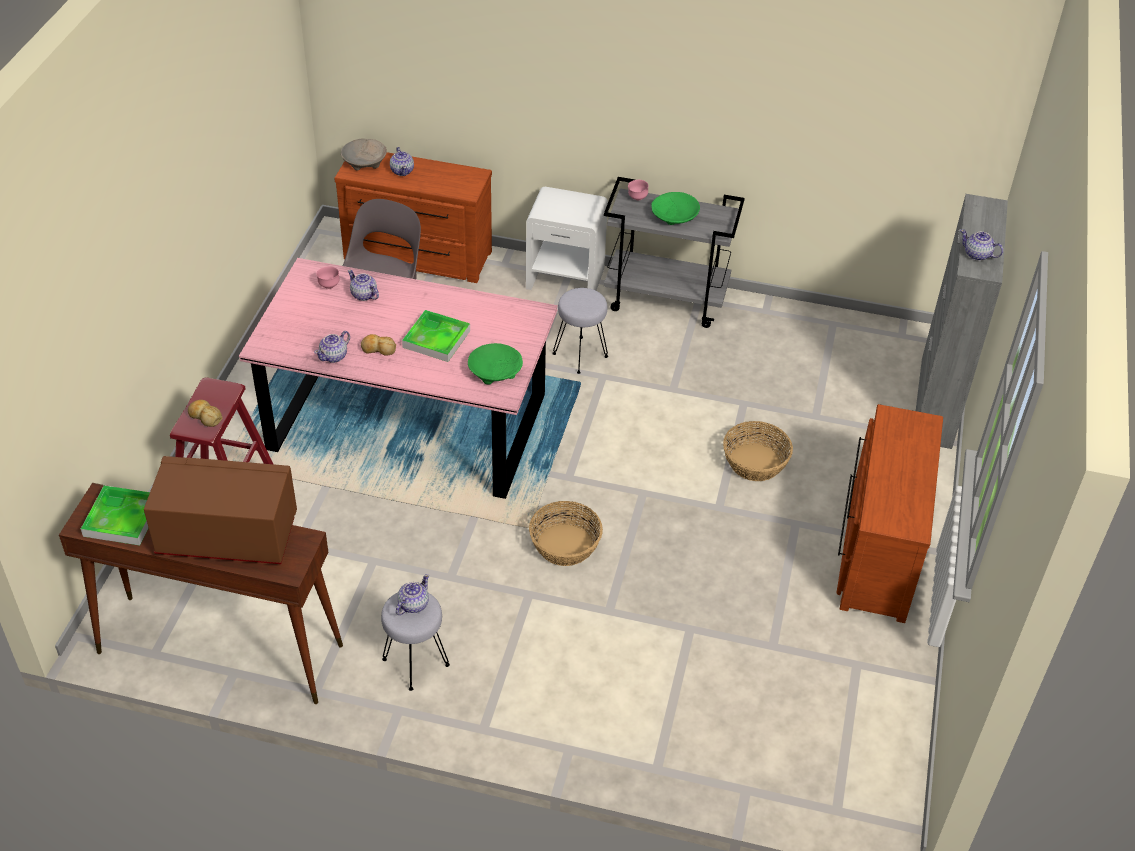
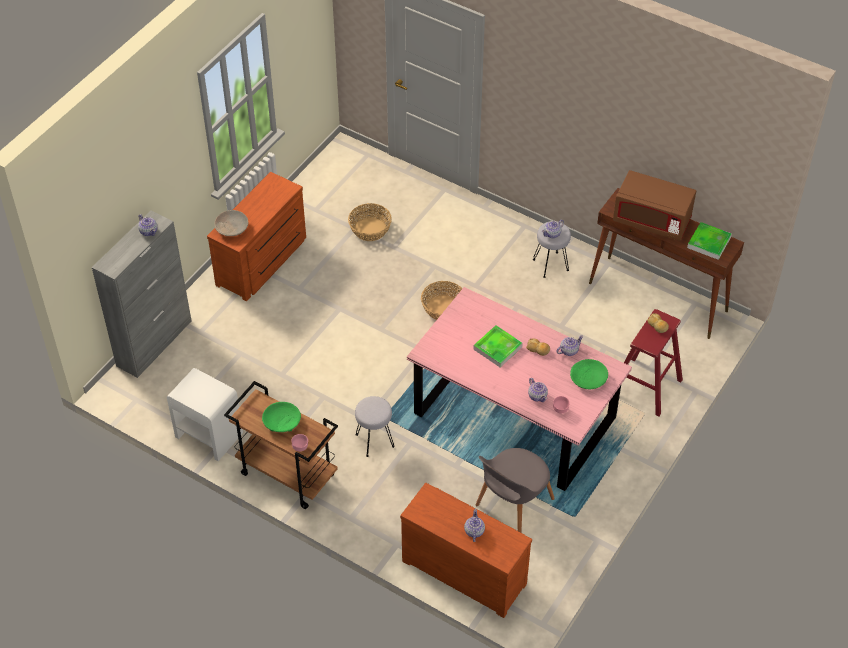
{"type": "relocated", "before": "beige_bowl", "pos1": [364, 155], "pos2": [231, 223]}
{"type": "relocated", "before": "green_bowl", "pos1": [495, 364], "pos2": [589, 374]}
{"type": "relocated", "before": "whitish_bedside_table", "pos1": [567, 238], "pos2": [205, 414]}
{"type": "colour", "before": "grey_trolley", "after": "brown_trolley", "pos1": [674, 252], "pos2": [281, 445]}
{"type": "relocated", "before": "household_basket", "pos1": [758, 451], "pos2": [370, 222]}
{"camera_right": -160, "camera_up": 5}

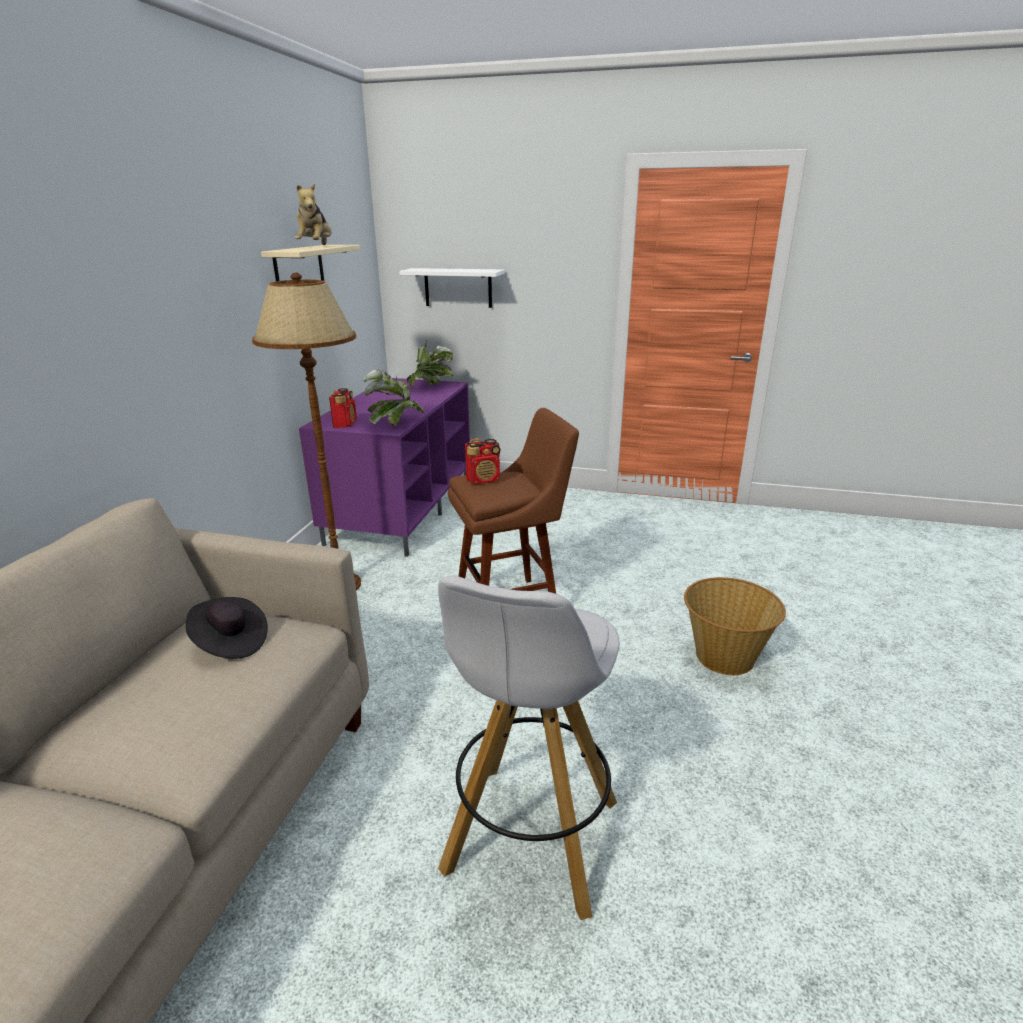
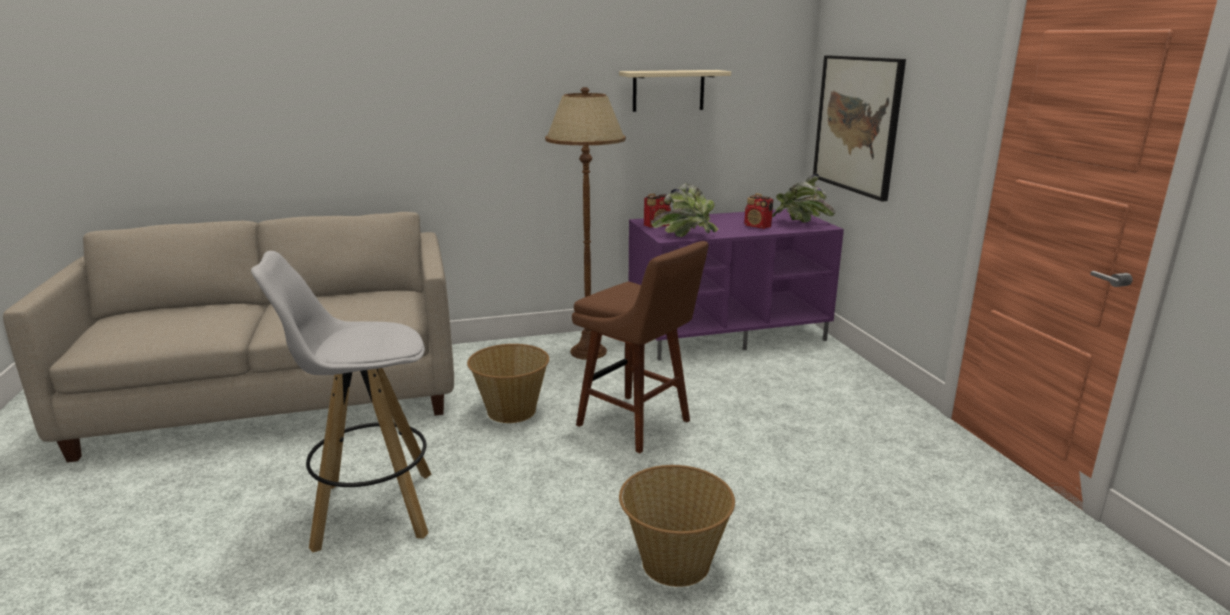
{"type": "missing", "before": "black-coloured_hat", "pos1": [227, 628]}
{"type": "missing", "before": "cuddly_toy", "pos1": [313, 214]}
{"type": "exchanged", "before": "whitish_wall_shelf", "after": "wall_art", "pos1": [452, 288], "pos2": [859, 128]}
{"type": "relocated", "before": "radio_set", "pos1": [483, 461], "pos2": [758, 211]}
{"type": "appeared", "after": "household_basket", "pos2": [508, 383]}
{"camera_right": 60, "camera_up": -5}

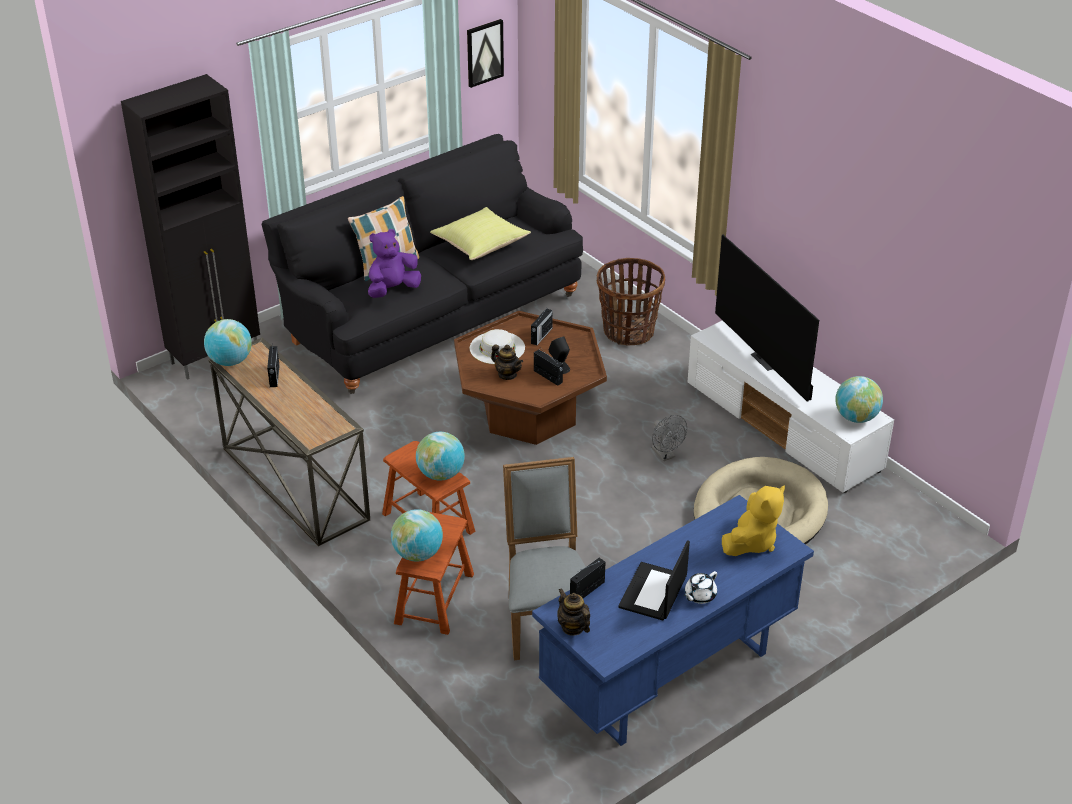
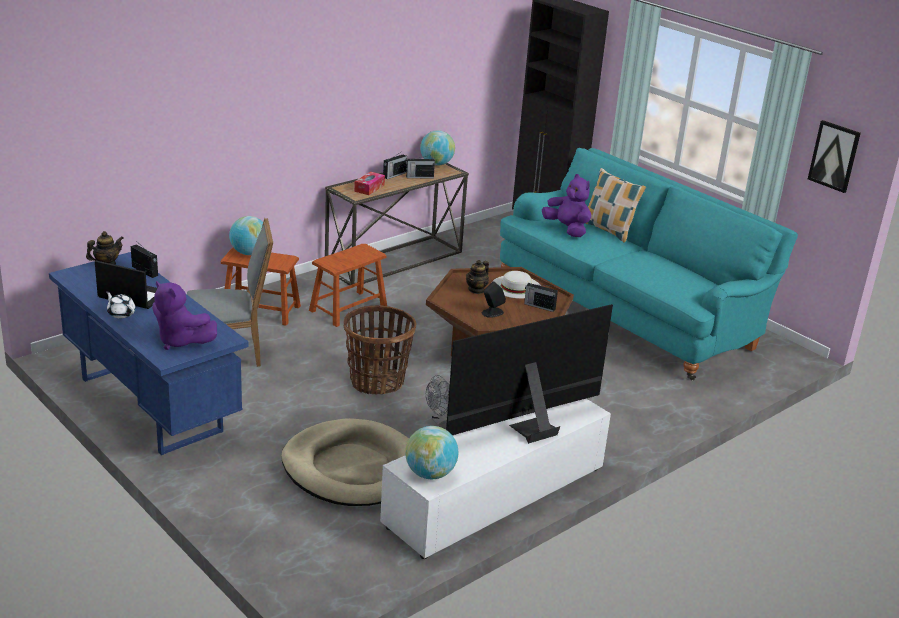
{"type": "colour", "before": "black-coloured_sofa", "after": "turquoise-coloured_sofa", "pos1": [422, 264], "pos2": [649, 264]}
{"type": "missing", "before": "desk_globe", "pos1": [440, 456]}
{"type": "missing", "before": "yellowish_cushion", "pos1": [480, 233]}
{"type": "relocated", "before": "radio_set", "pos1": [548, 367], "pos2": [395, 165]}
{"type": "relocated", "before": "household_basket", "pos1": [631, 302], "pos2": [380, 349]}
{"type": "colour", "before": "yellowish_cuddly_toy", "after": "purplish_cuddly_toy", "pos1": [753, 521], "pos2": [184, 315]}
{"type": "appeared", "after": "tissue_box", "pos2": [369, 183]}
{"camera_right": 85, "camera_up": -10}

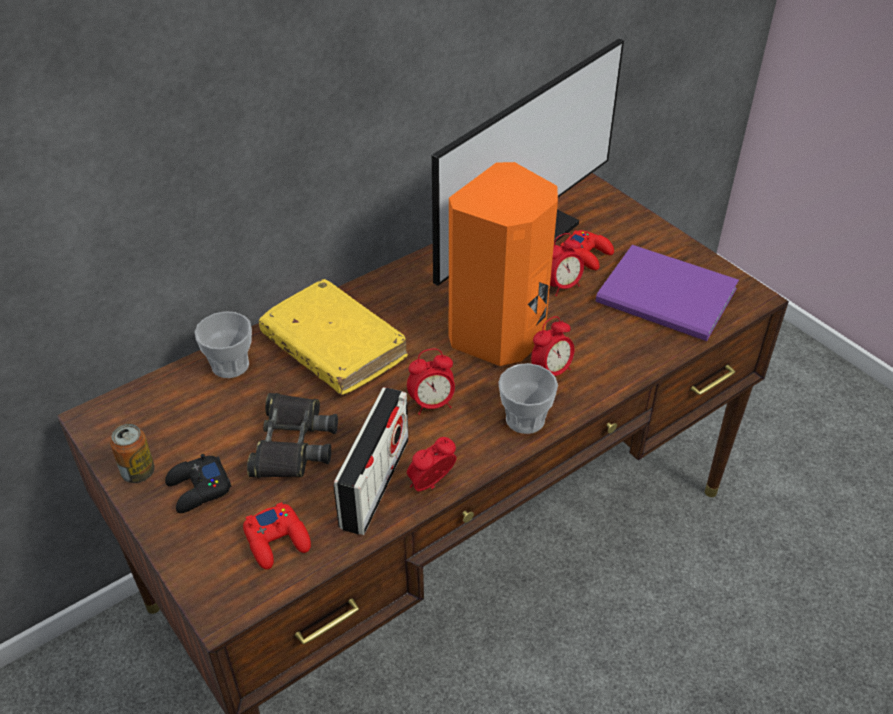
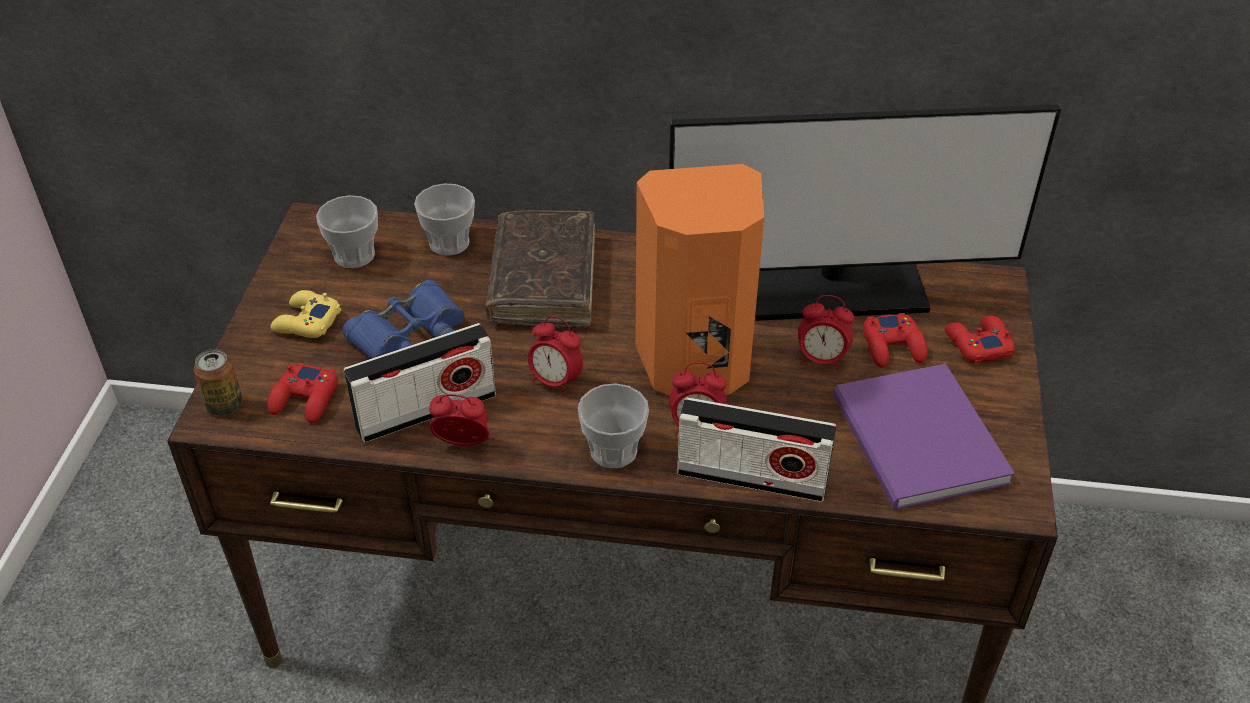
{"type": "relocated", "before": "metal_can", "pos1": [132, 453], "pos2": [218, 382]}
{"type": "colour", "before": "black-coloured_joypad", "after": "yellowish_joypad", "pos1": [198, 483], "pos2": [305, 314]}
{"type": "colour", "before": "black-coloured_binoculars", "after": "blue-coloured_binoculars", "pos1": [292, 435], "pos2": [403, 319]}
{"type": "colour", "before": "yellowish_volume", "after": "brown_volume", "pos1": [333, 337], "pos2": [540, 269]}
{"type": "appeared", "after": "small_cup", "pos2": [347, 231]}
{"type": "appeared", "after": "radio_set", "pos2": [756, 449]}
{"type": "appeared", "after": "red_joypad", "pos2": [980, 339]}
{"camera_right": 45, "camera_up": 0}

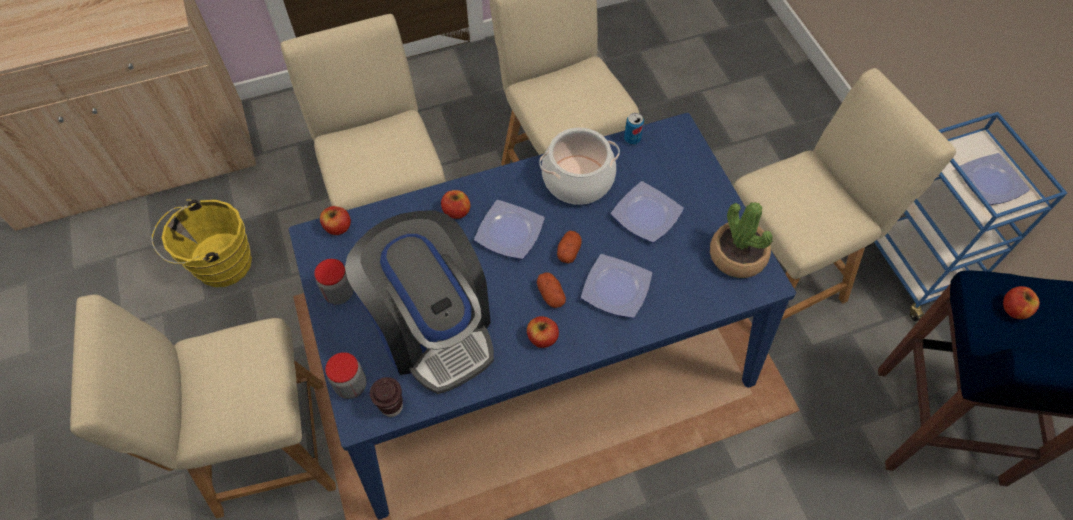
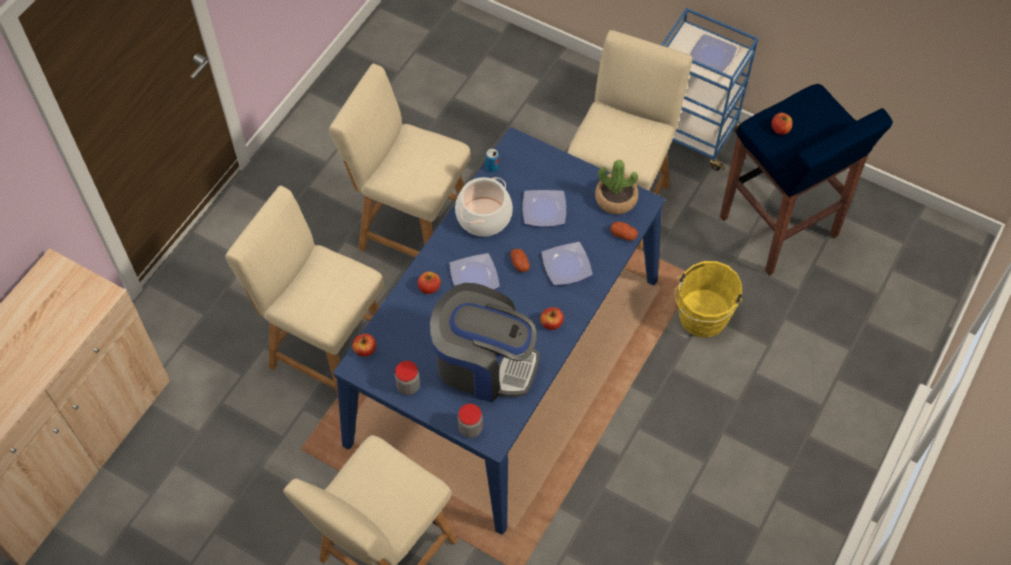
{"type": "relocated", "before": "yellowish_pail", "pos1": [201, 243], "pos2": [708, 299]}
{"type": "missing", "before": "brown_small_cup", "pos1": [386, 397]}
{"type": "relocated", "before": "spud", "pos1": [551, 290], "pos2": [624, 231]}
{"camera_right": -40, "camera_up": 0}

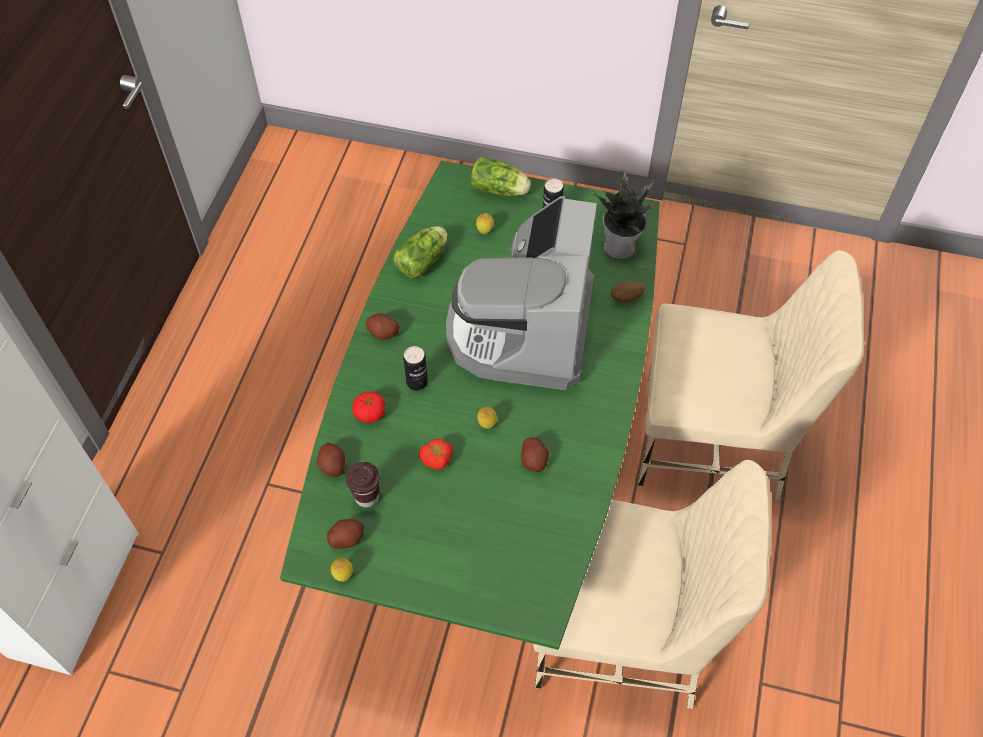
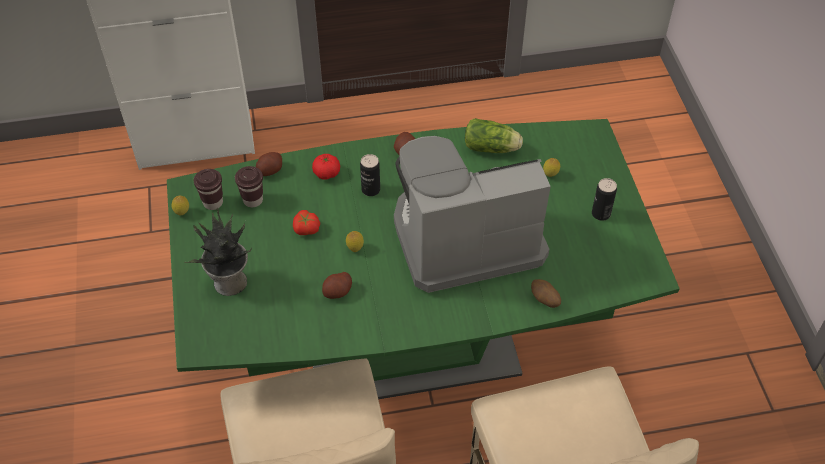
{"type": "exchanged", "before": "spud", "after": "brown_small_cup", "pos1": [345, 534], "pos2": [208, 189]}
{"type": "missing", "before": "lettuce", "pos1": [501, 176]}
{"type": "relocated", "before": "potted_plant", "pos1": [624, 215], "pos2": [218, 252]}
{"camera_right": 65, "camera_up": -5}

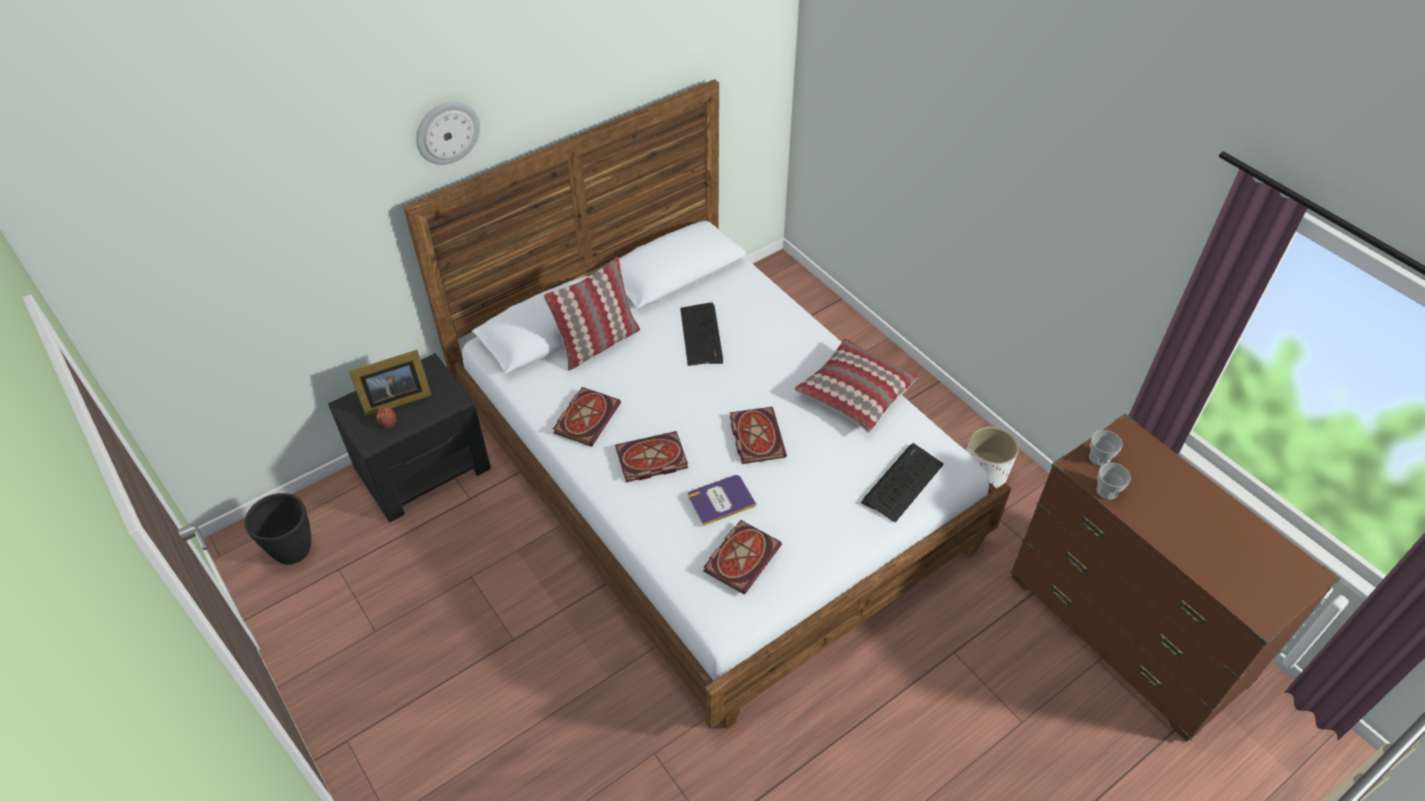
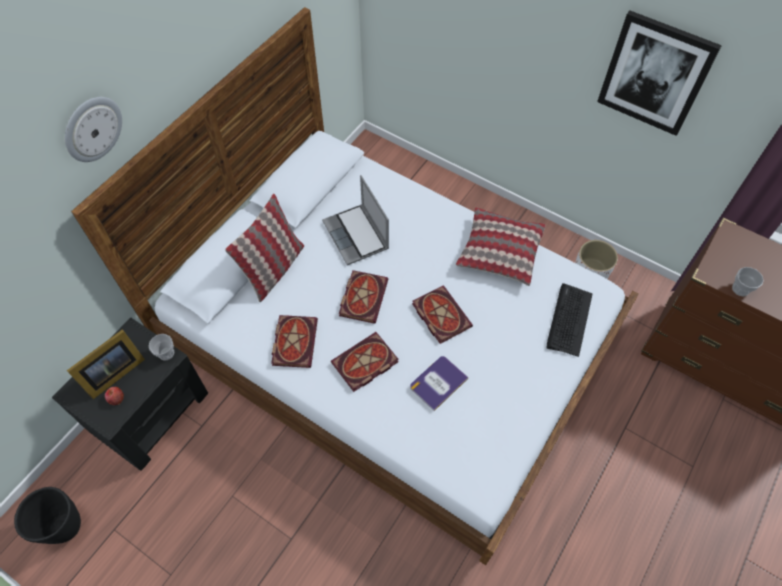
{"type": "exchanged", "before": "computer_keyboard", "after": "notebook_computer", "pos1": [701, 334], "pos2": [355, 220]}
{"type": "relocated", "before": "volume", "pos1": [742, 557], "pos2": [363, 297]}
{"type": "relocated", "before": "small_cup", "pos1": [1106, 448], "pos2": [161, 347]}
{"type": "appeared", "after": "wall_art", "pos2": [659, 73]}
{"camera_right": -20, "camera_up": 10}

